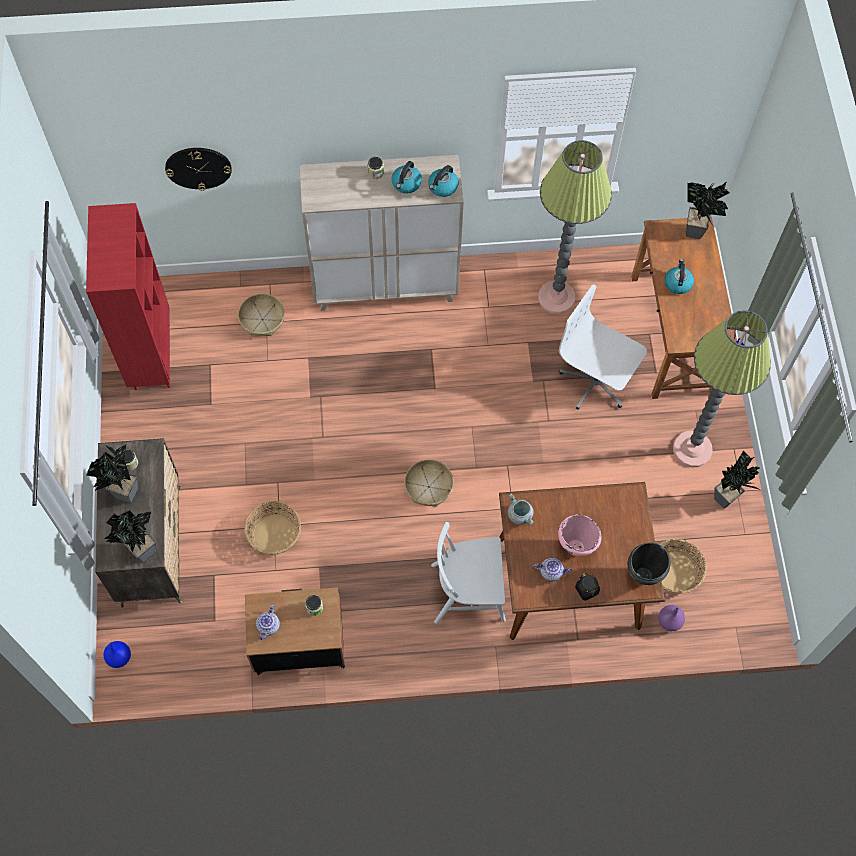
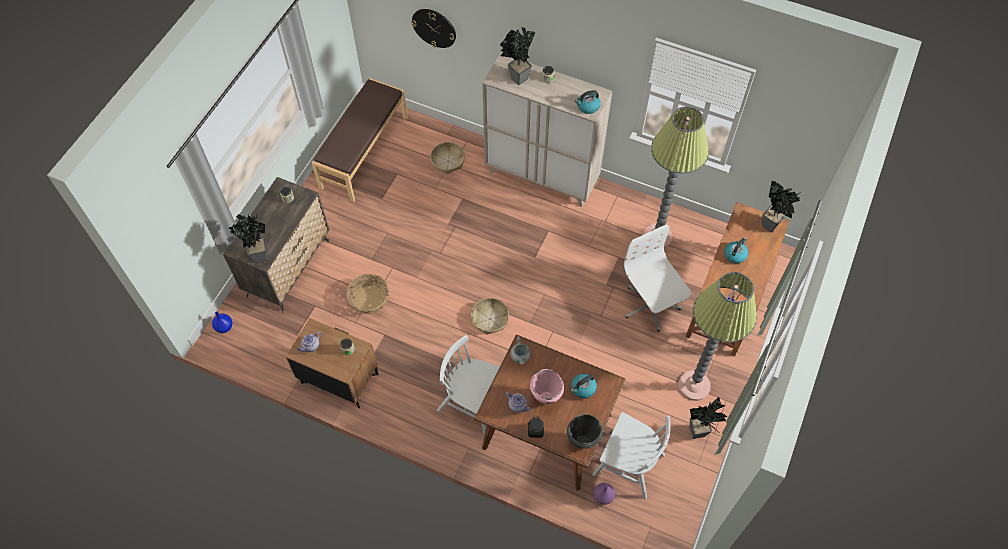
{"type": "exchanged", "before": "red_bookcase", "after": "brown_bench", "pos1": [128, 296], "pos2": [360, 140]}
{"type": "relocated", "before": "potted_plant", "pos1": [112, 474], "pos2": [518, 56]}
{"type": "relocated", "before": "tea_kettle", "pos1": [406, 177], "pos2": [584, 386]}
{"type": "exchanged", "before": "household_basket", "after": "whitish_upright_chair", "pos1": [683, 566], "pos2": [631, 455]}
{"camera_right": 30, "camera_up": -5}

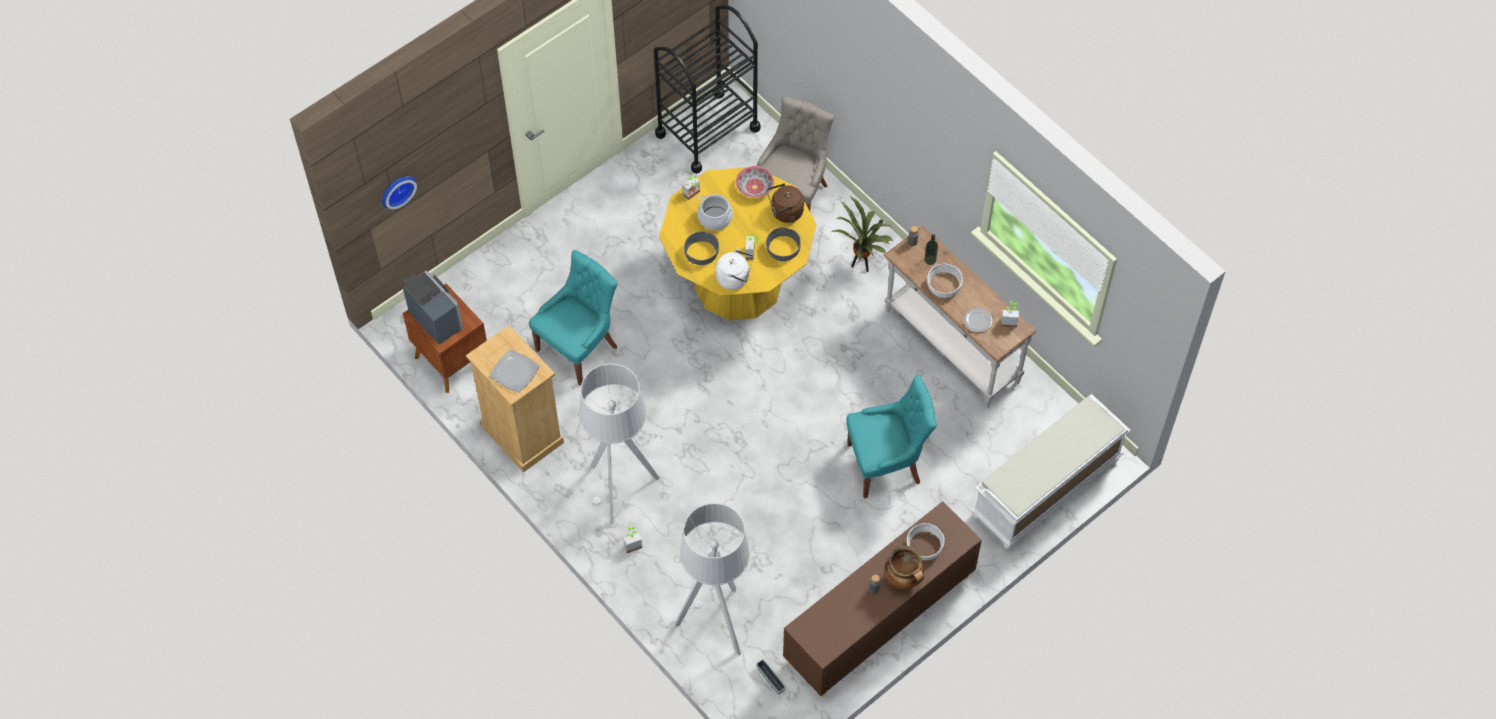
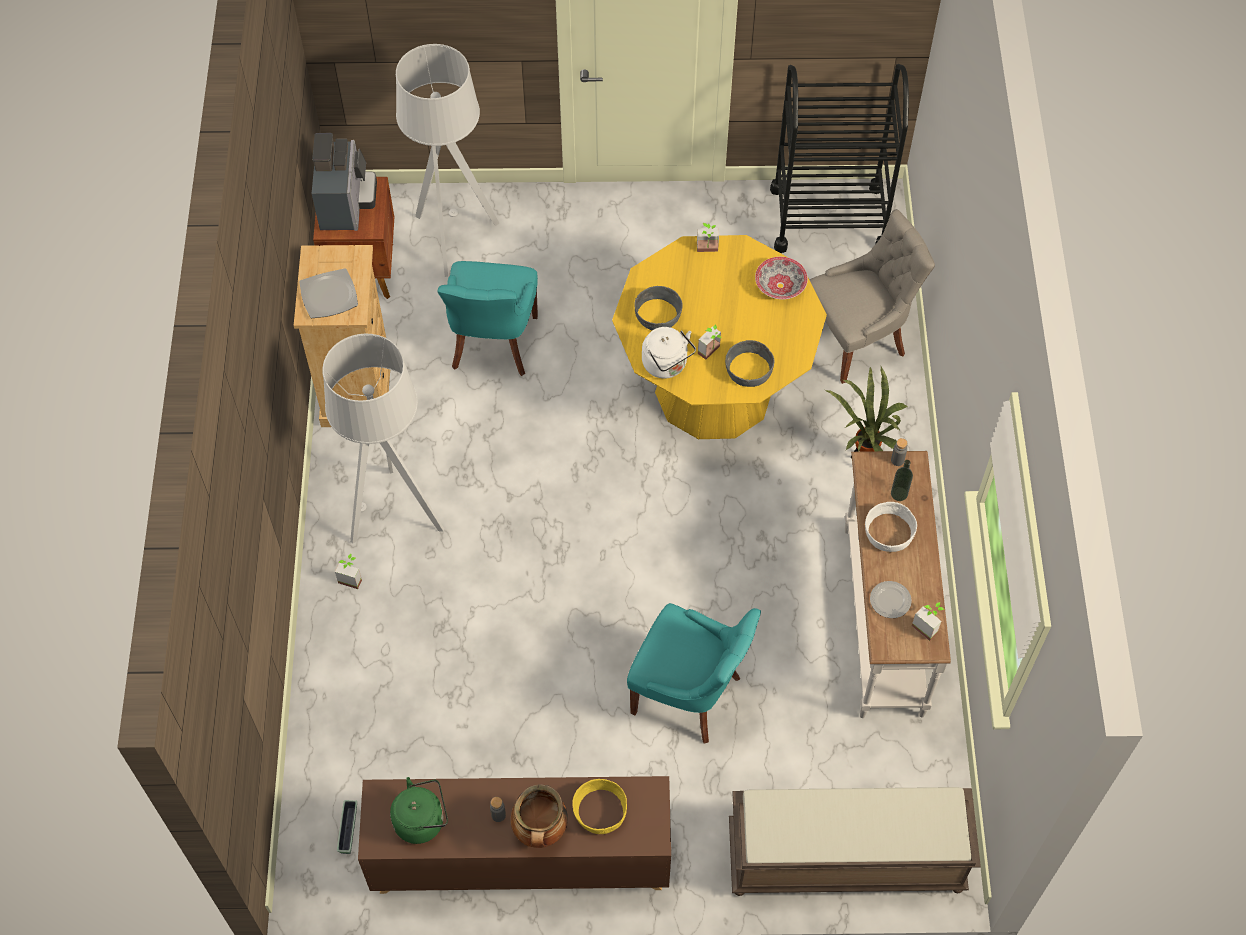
{"type": "missing", "before": "wall_clock", "pos1": [399, 193]}
{"type": "spun", "before": "turquoise-coloured_upright_chair", "pos1": [573, 318], "pos2": [487, 318], "turn": 105}
{"type": "relocated", "before": "grey_floor_lamp", "pos1": [712, 579], "pos2": [447, 160]}
{"type": "missing", "before": "cooking_pot", "pos1": [715, 212]}
{"type": "missing", "before": "brown_tea_kettle", "pos1": [785, 203]}
{"type": "colour", "before": "whitish_bowl", "after": "yellowish_bowl", "pos1": [926, 541], "pos2": [600, 806]}
{"type": "colour", "before": "whitish_bench", "after": "brown_bench", "pos1": [1051, 471], "pos2": [855, 841]}
{"type": "appeared", "after": "green_tea_kettle", "pos2": [419, 810]}
{"camera_right": 40, "camera_up": 0}

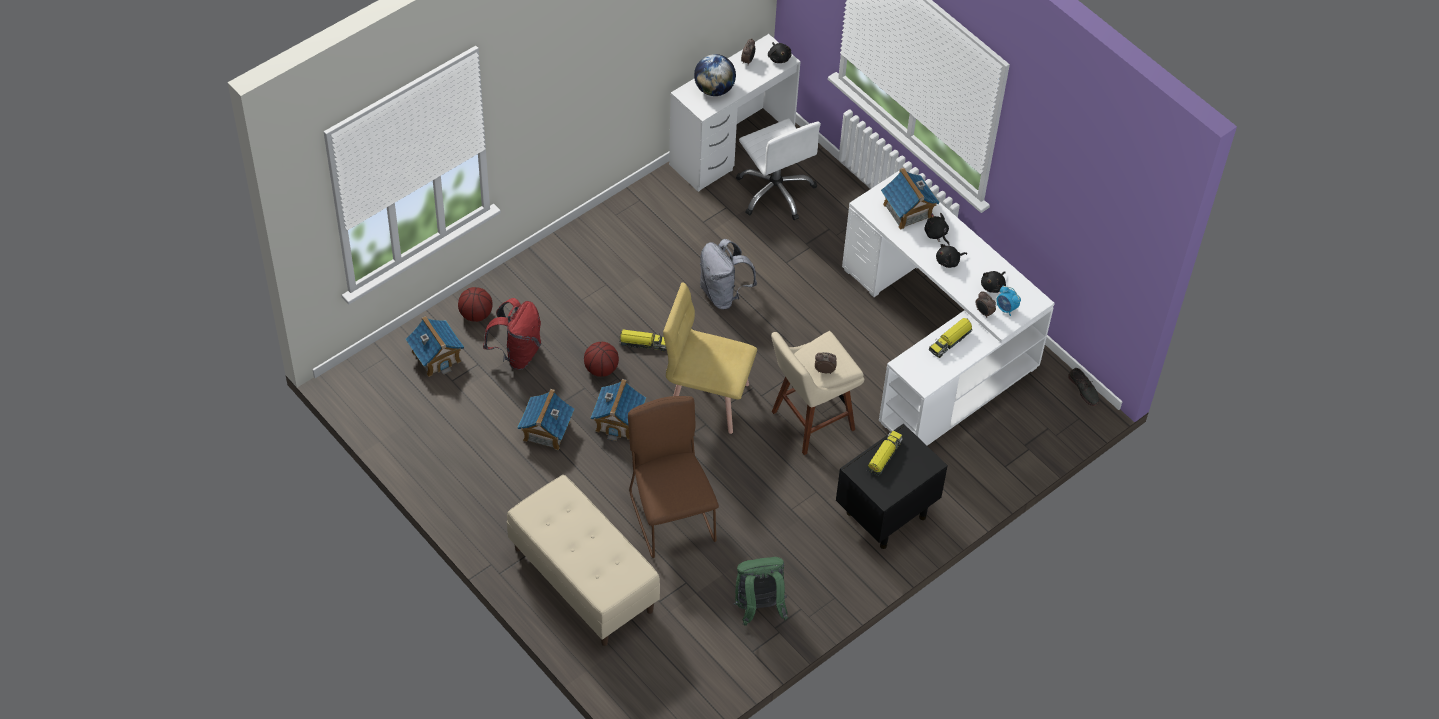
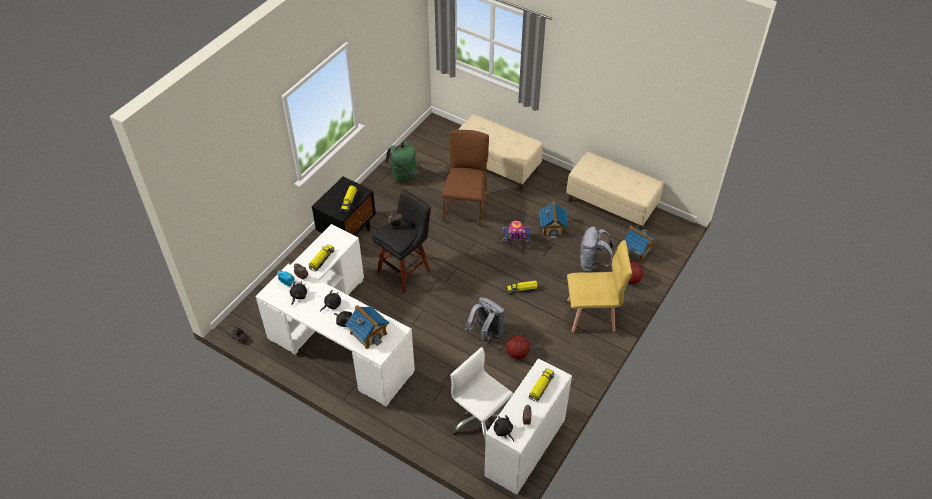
{"type": "colour", "before": "red_rucksack", "after": "grey_rucksack", "pos1": [512, 334], "pos2": [596, 249]}
{"type": "relocated", "before": "ball_for_basketball", "pos1": [601, 359], "pos2": [518, 347]}
{"type": "exchanged", "before": "miniature_house", "after": "robot_figure", "pos1": [618, 410], "pos2": [517, 231]}
{"type": "spun", "before": "brown_upright_chair", "pos1": [673, 477], "pos2": [465, 177], "turn": -135}
{"type": "relocated", "before": "yellowish_upright_chair", "pos1": [710, 358], "pos2": [599, 286]}
{"type": "exchanged", "before": "desk_globe", "after": "toy_lorry", "pos1": [715, 75], "pos2": [541, 385]}
{"type": "colour", "before": "beige_sitting_stool", "after": "black-coloured_sitting_stool", "pos1": [817, 393], "pos2": [401, 241]}
{"type": "appeared", "after": "beige_bench", "pos2": [614, 190]}
{"camera_right": 165, "camera_up": -5}

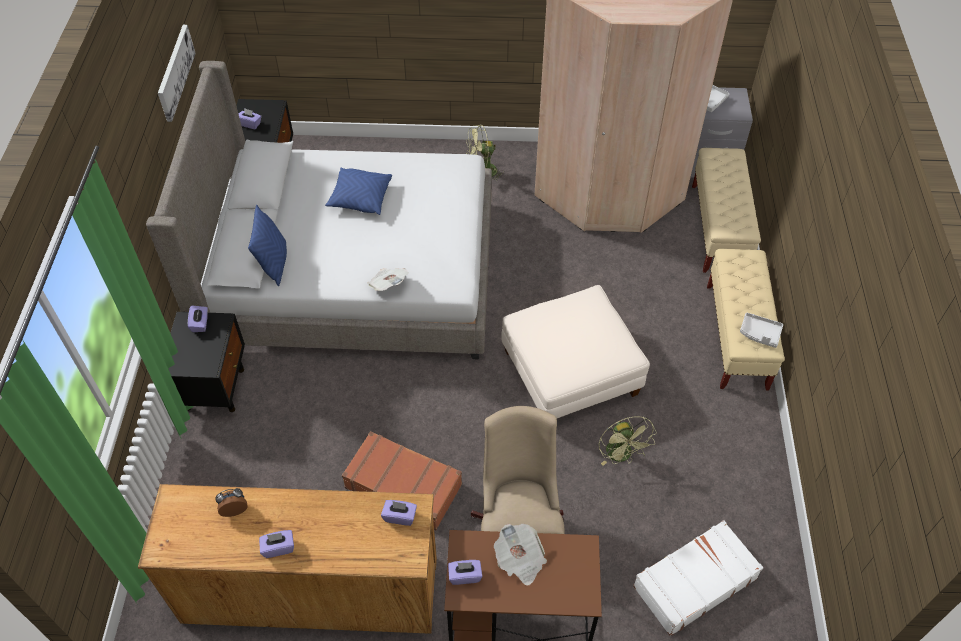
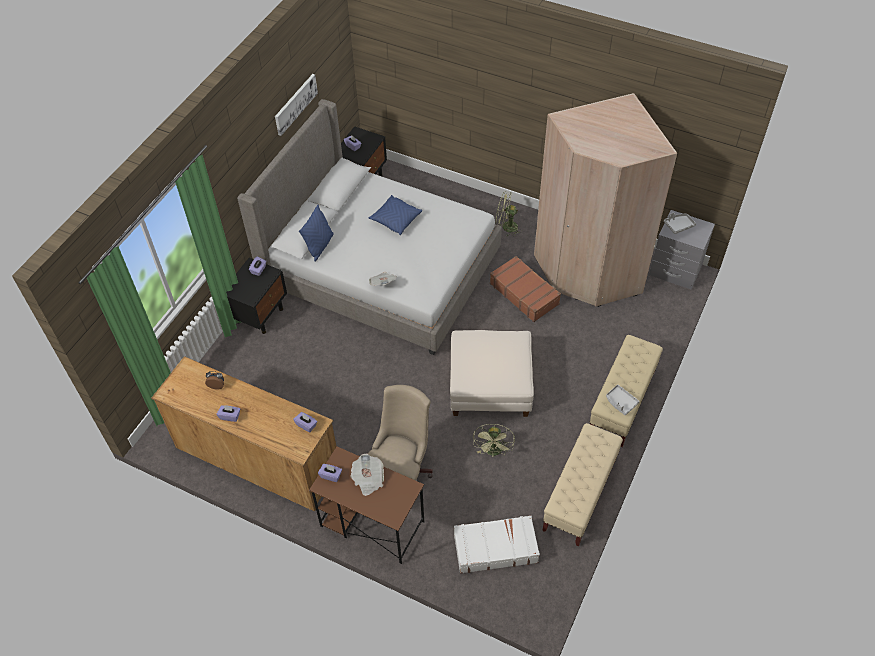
{"type": "relocated", "before": "brown_piece_of_luggage", "pos1": [402, 480], "pos2": [525, 289]}
{"type": "relocated", "before": "beige_bench", "pos1": [726, 210], "pos2": [582, 484]}
{"camera_right": 25, "camera_up": 0}

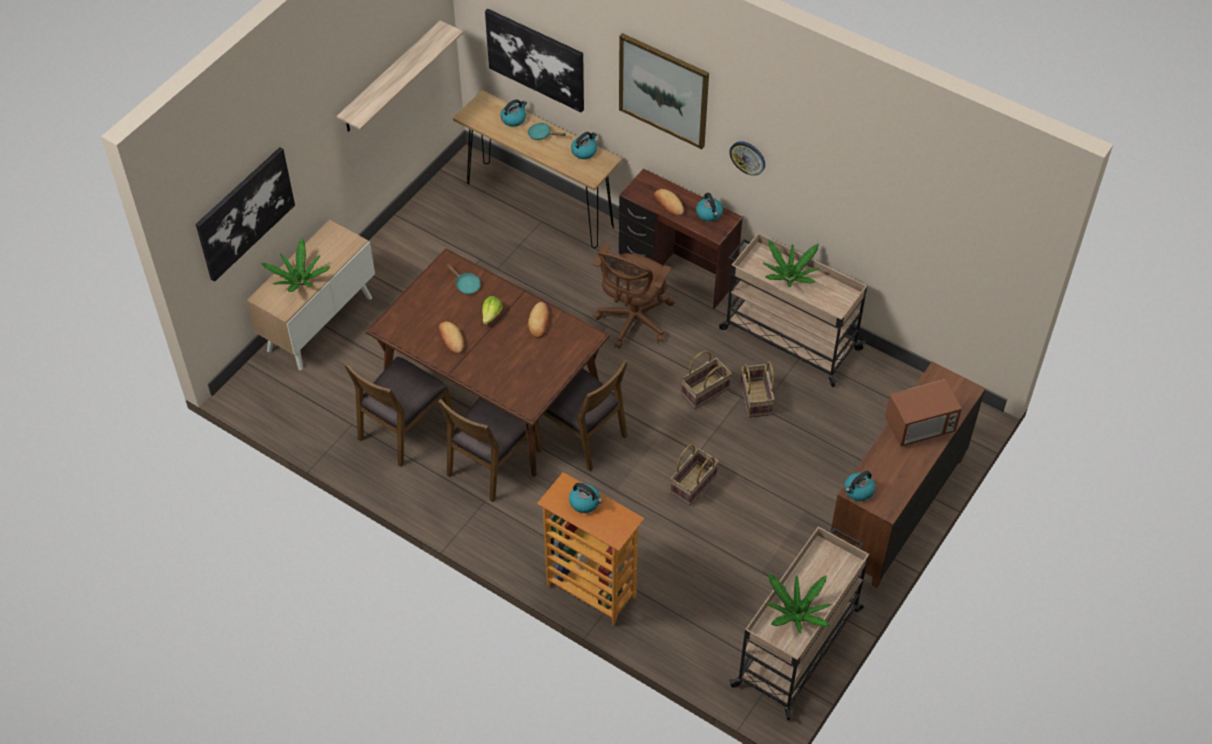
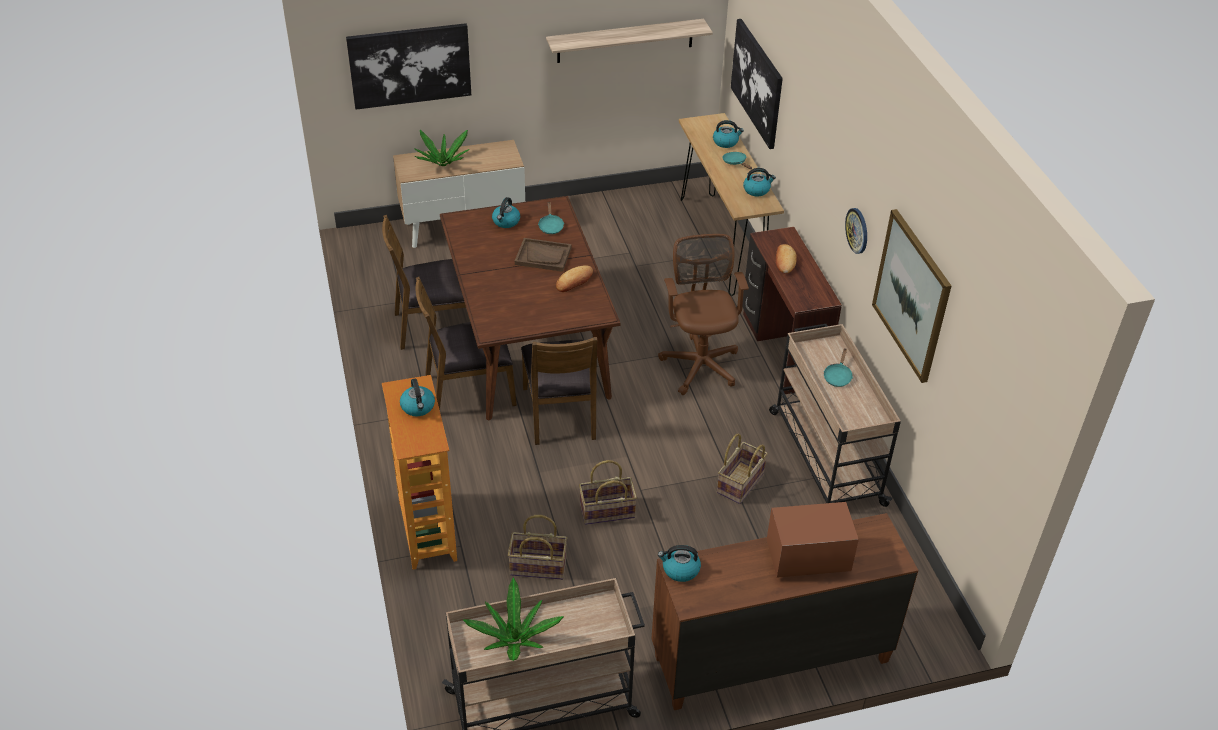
{"type": "missing", "before": "bakery_bread", "pos1": [451, 337]}
{"type": "exchanged", "before": "lettuce", "after": "brown_carrying_tray", "pos1": [492, 310], "pos2": [543, 255]}
{"type": "spun", "before": "brown_computer_chair", "pos1": [634, 296], "pos2": [703, 314], "turn": 105}
{"type": "relocated", "before": "wall_art", "pos1": [664, 91], "pos2": [911, 296]}
{"type": "relocated", "before": "household_basket", "pos1": [706, 380], "pos2": [537, 547]}
{"type": "relocated", "before": "tea_kettle", "pos1": [709, 207], "pos2": [506, 212]}
{"type": "exchanged", "before": "potted_plant", "after": "turquoise-coloured_skillet", "pos1": [791, 263], "pos2": [838, 368]}
{"type": "spun", "before": "kitchen_microwave", "pos1": [923, 413], "pos2": [813, 540], "turn": 150}
{"camera_right": 40, "camera_up": -10}

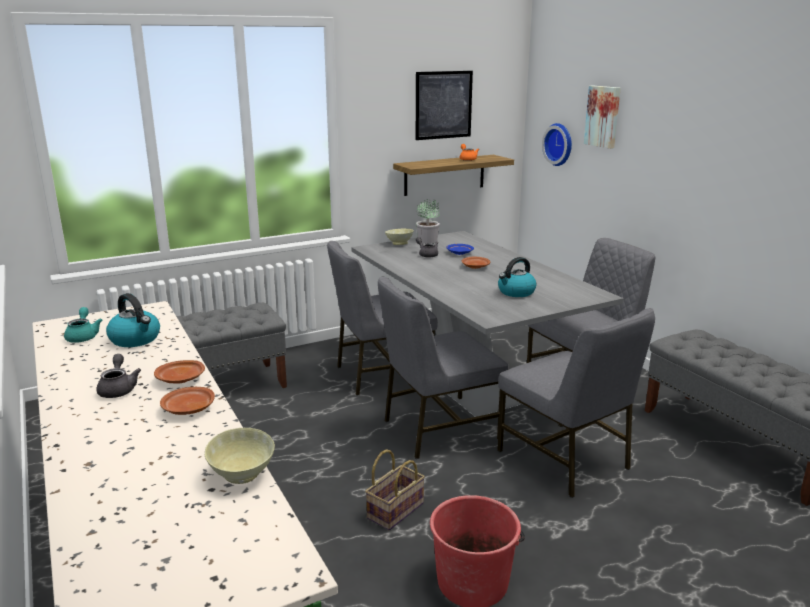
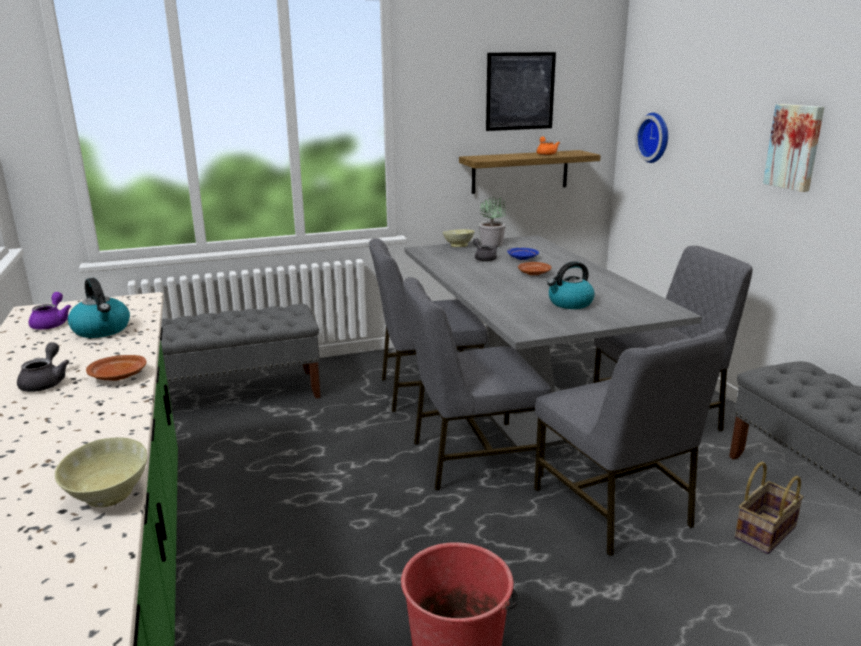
{"type": "colour", "before": "turquoise-coloured_tea_pot", "after": "purplish_tea_pot", "pos1": [83, 325], "pos2": [50, 311]}
{"type": "missing", "before": "brown_plate", "pos1": [187, 401]}
{"type": "relocated", "before": "household_basket", "pos1": [395, 490], "pos2": [769, 508]}
{"type": "relocated", "before": "wall_art", "pos1": [602, 117], "pos2": [793, 148]}
{"camera_right": 10, "camera_up": 0}

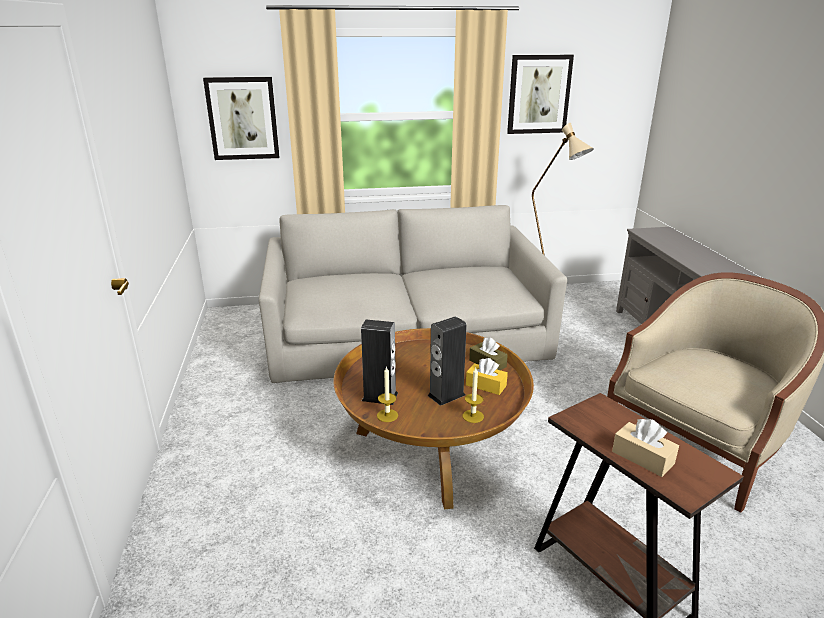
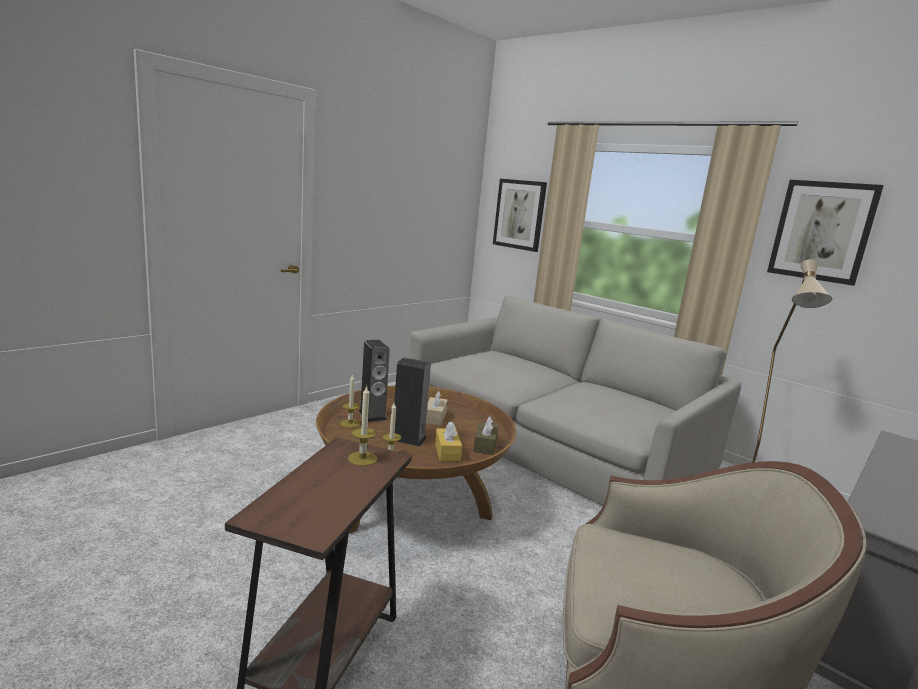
{"type": "relocated", "before": "beige_tissue_box", "pos1": [645, 448], "pos2": [437, 408]}
{"type": "appeared", "after": "wax_light", "pos2": [362, 425]}
{"camera_right": 50, "camera_up": -10}

